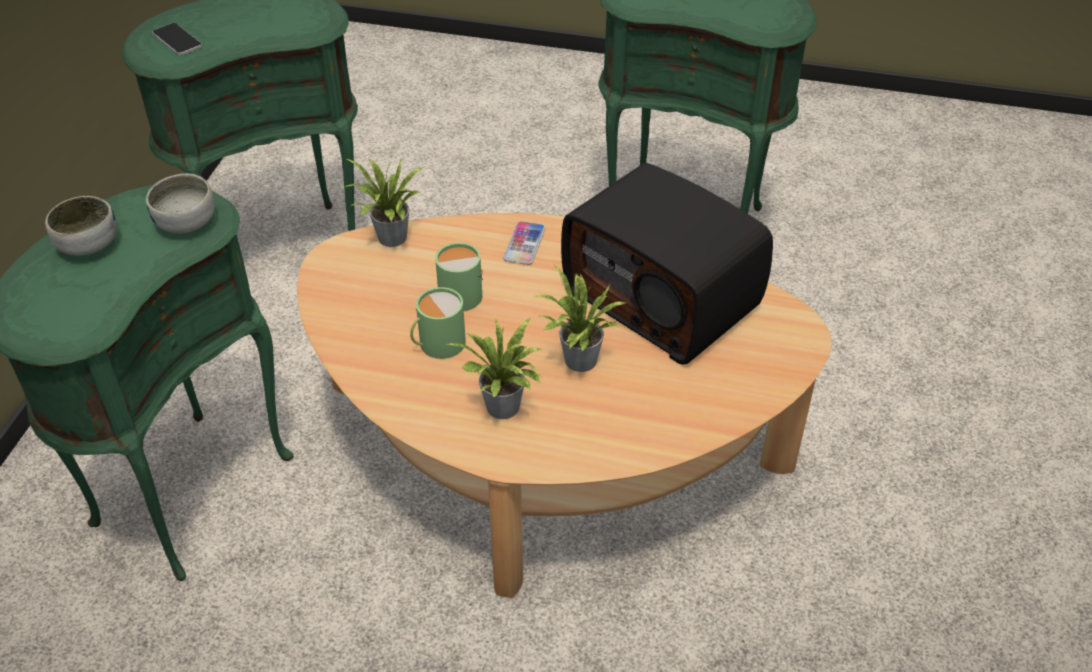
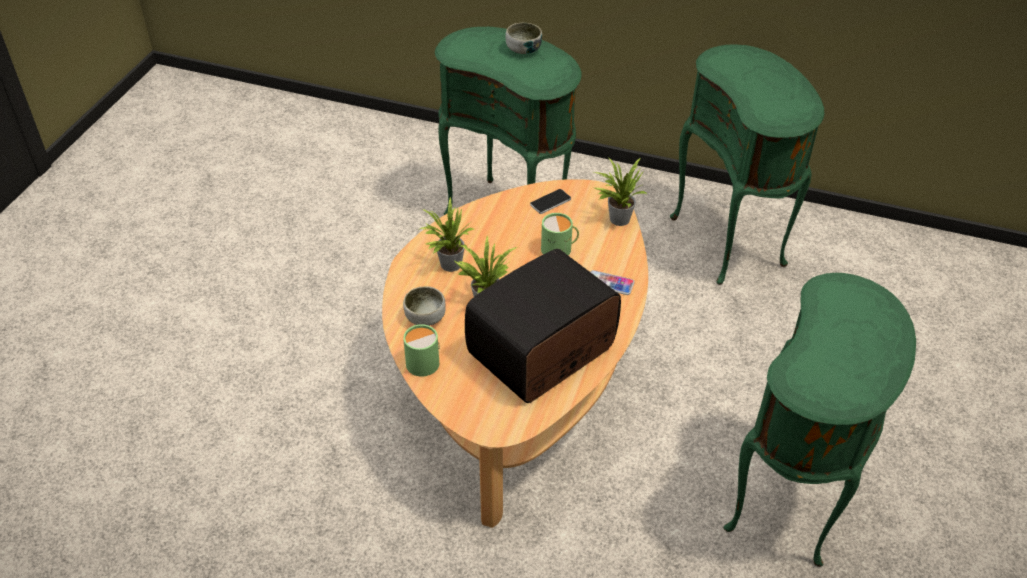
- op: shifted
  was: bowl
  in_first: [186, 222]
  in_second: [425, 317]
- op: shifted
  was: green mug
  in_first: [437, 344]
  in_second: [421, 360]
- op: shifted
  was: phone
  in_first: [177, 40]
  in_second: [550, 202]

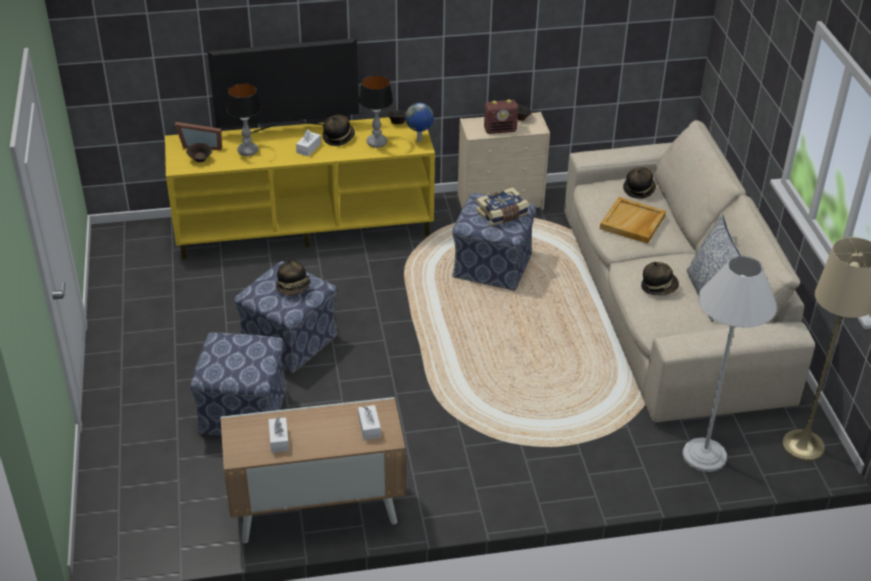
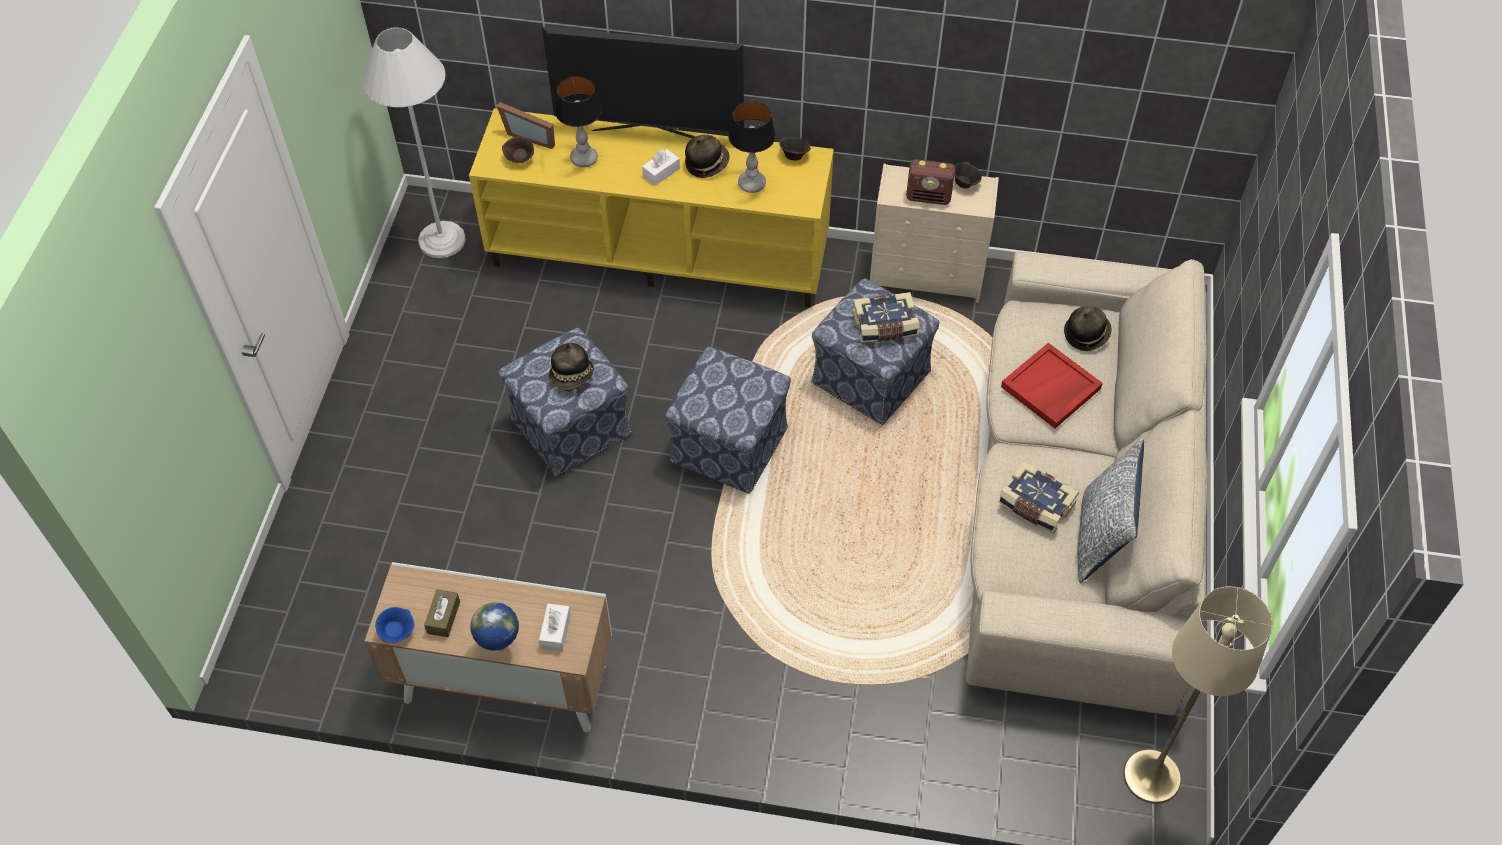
- op: shifted
  was: white floor lamp
  in_first: [704, 455]
  in_second: [442, 240]
- op: new
  now: blue bowl
  in_second: [397, 632]
- op: repainted
  was: white tissue box
  now: brown tissue box
  in_first: [279, 439]
  in_second: [443, 617]
- op: shifted
  was: globe
  in_first: [419, 140]
  in_second: [500, 648]
- op: shifted
  was: ottoman
  in_first: [243, 410]
  in_second: [729, 444]
- op: swapped
  was: hat
  now: book
  in_first: [659, 287]
  in_second: [1035, 505]
- op: repainted
  was: beige tray
  now: red tray
  in_first: [632, 223]
  in_second: [1050, 388]

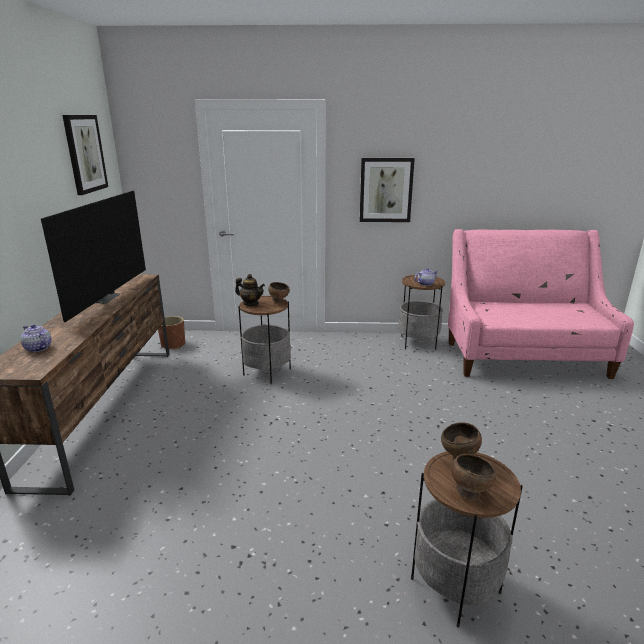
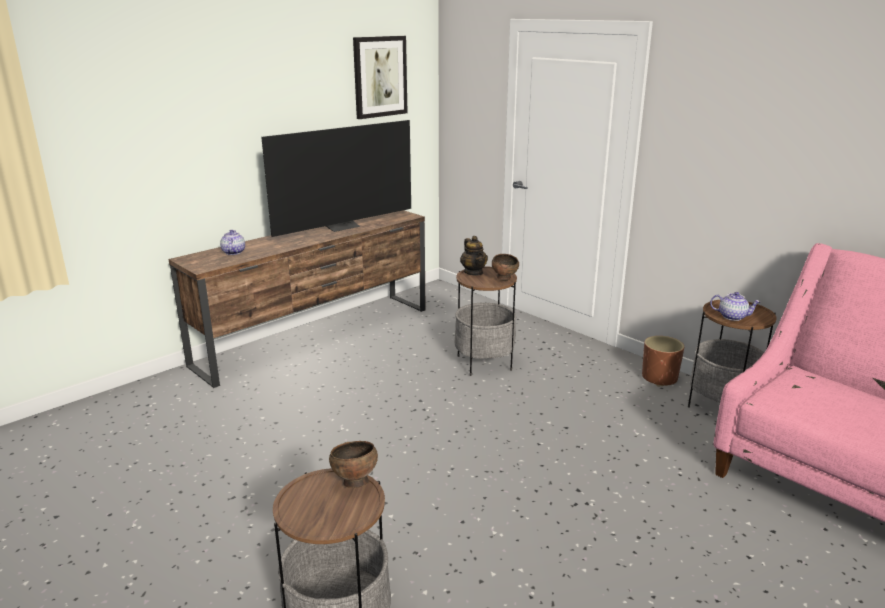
- op: shifted
  was: brown planter
  in_first: [173, 345]
  in_second: [659, 378]
- op: gone
  was: picture
  in_first: [386, 190]
- op: gone
  was: brown bowl
  in_first: [469, 492]

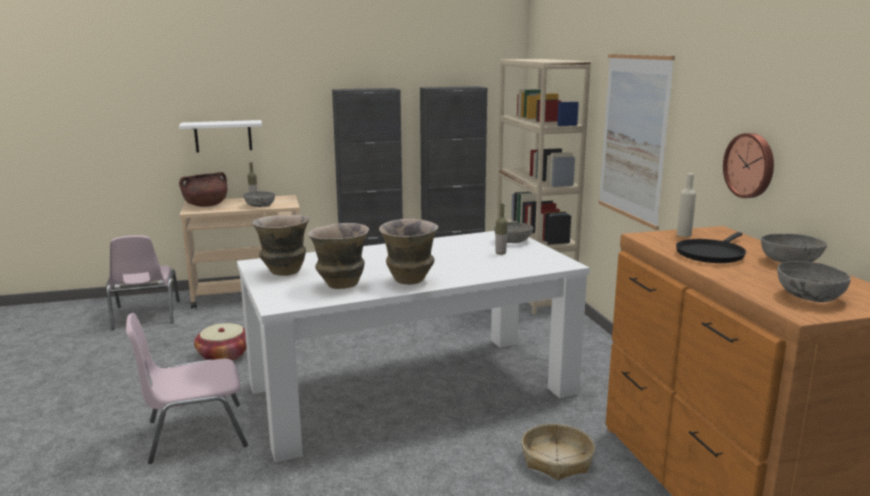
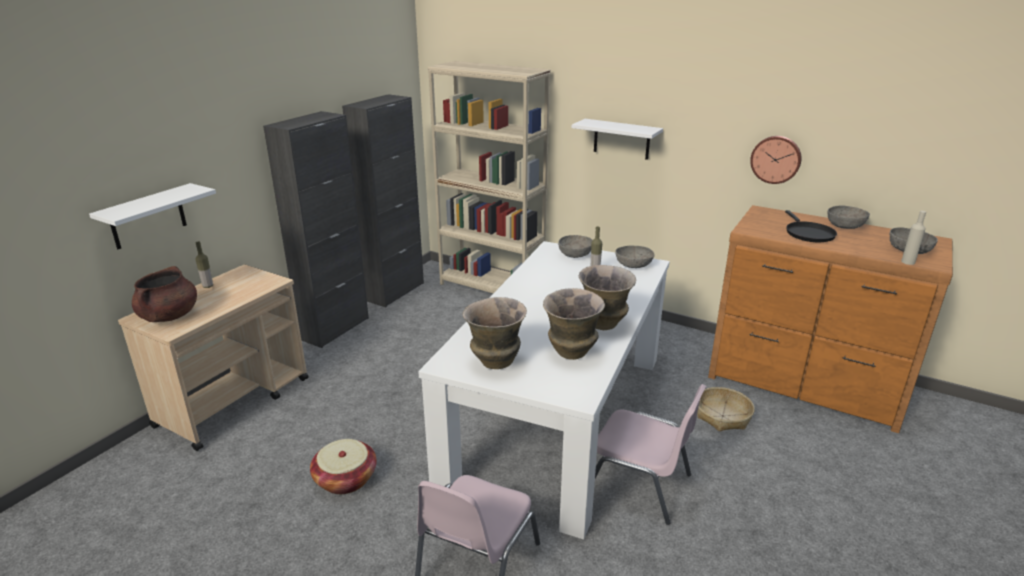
- op: swapped
  was: picture
  now: white shelf
  in_first: [633, 137]
  in_second: [621, 139]
- op: shifted
  was: pink chair
  in_first: [145, 315]
  in_second: [640, 485]
- op: shifted
  was: grey bowl
  in_first: [260, 206]
  in_second: [633, 265]
- op: shifted
  was: beige bottle
  in_first: [684, 234]
  in_second: [908, 262]

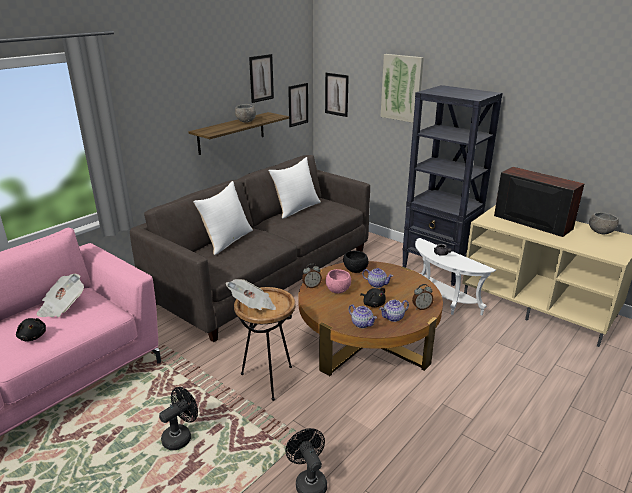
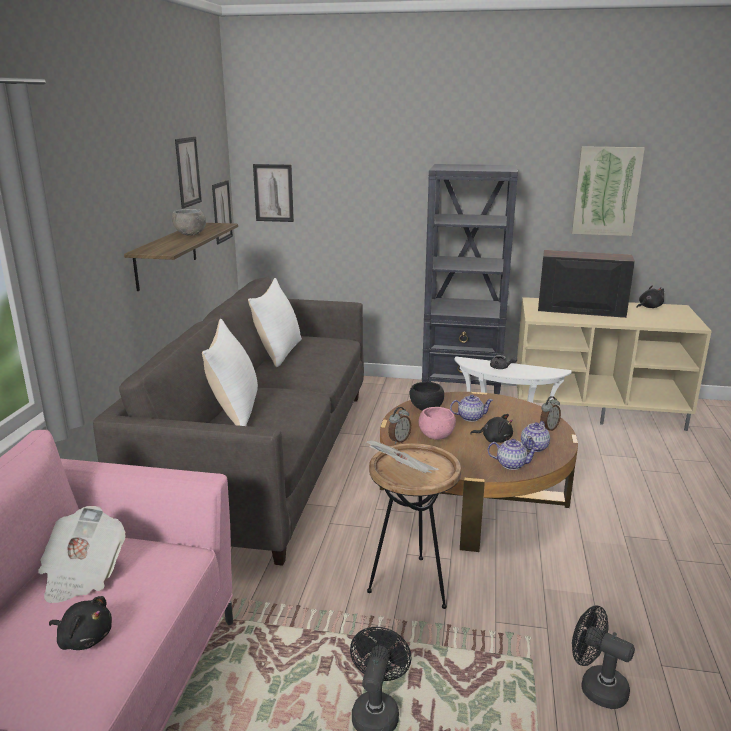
- op: shifted
  was: picture
  in_first: [402, 88]
  in_second: [606, 191]
- op: swapped
  was: grey bowl
  now: black plush toy
  in_first: [600, 232]
  in_second: [649, 307]

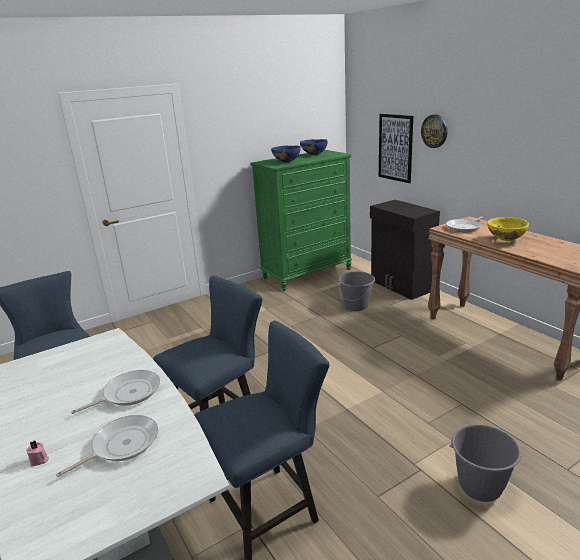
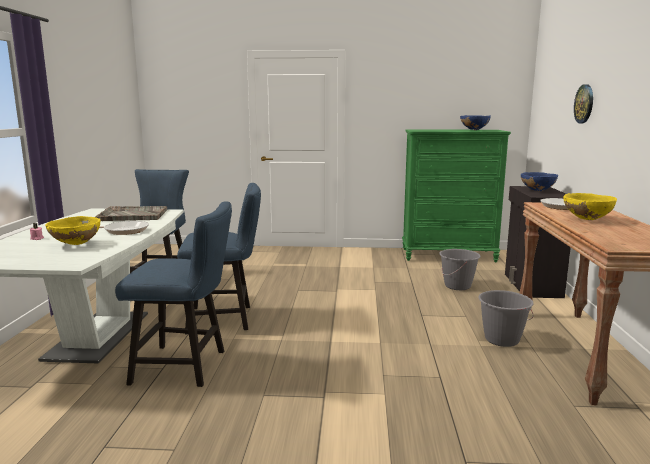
- op: swapped
  was: frying pan
  now: yellow bowl
  in_first: [122, 445]
  in_second: [76, 244]
- op: new
  now: grey tray
  in_second: [132, 215]
- op: shifted
  was: grey bucket
  in_first: [480, 487]
  in_second: [501, 340]
- op: shifted
  was: blue bowl
  in_first: [286, 162]
  in_second: [537, 191]
- op: gone
  was: picture
  in_first: [395, 148]

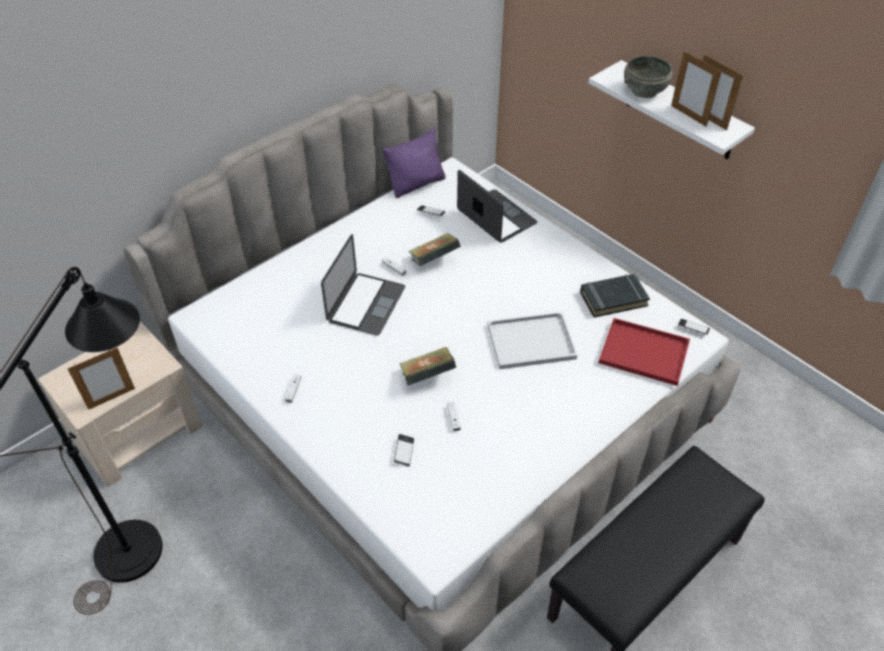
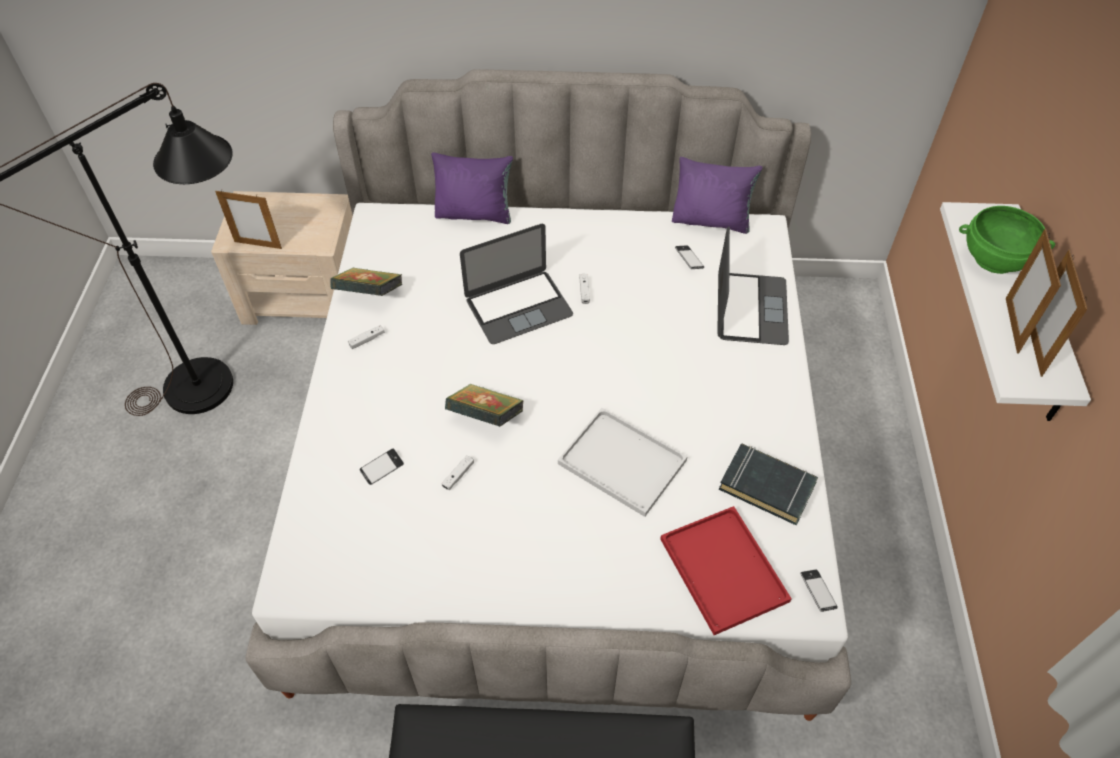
- op: shifted
  was: book
  in_first: [434, 260]
  in_second: [369, 295]
- op: new
  now: purple pillow
  in_second: [475, 213]
- op: repainted
  was: grey bowl
  now: green bowl
  in_first: [644, 91]
  in_second: [994, 260]

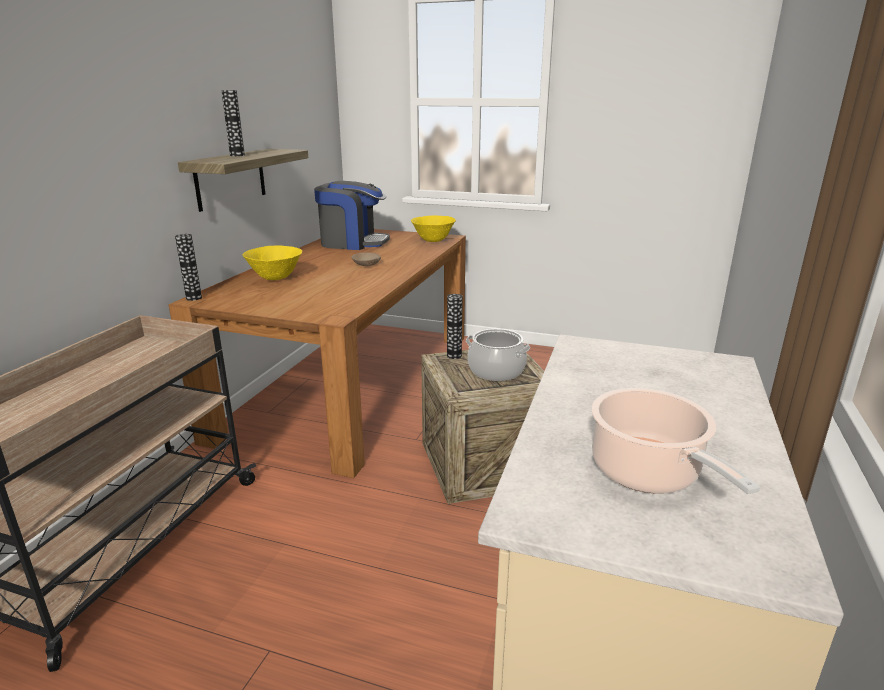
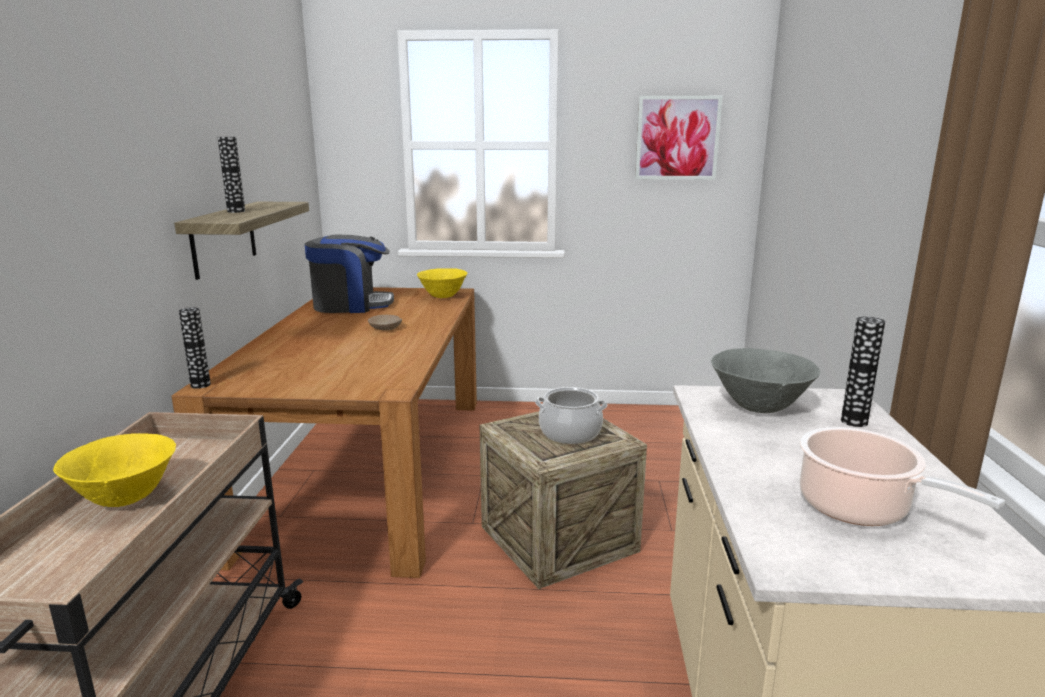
- op: shifted
  was: yellow bowl
  in_first: [276, 278]
  in_second: [126, 499]
- op: new
  now: picture
  in_second: [677, 138]
- op: new
  now: grey bowl
  in_second: [760, 408]
- op: shifted
  was: vase
  in_first: [454, 356]
  in_second: [854, 421]

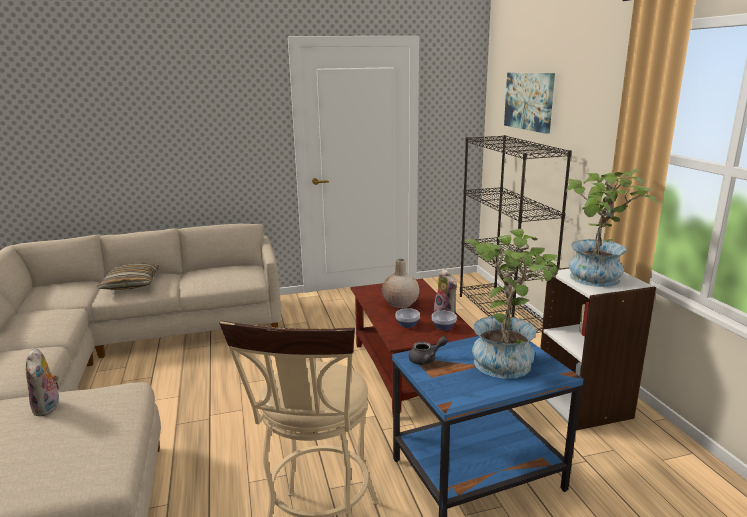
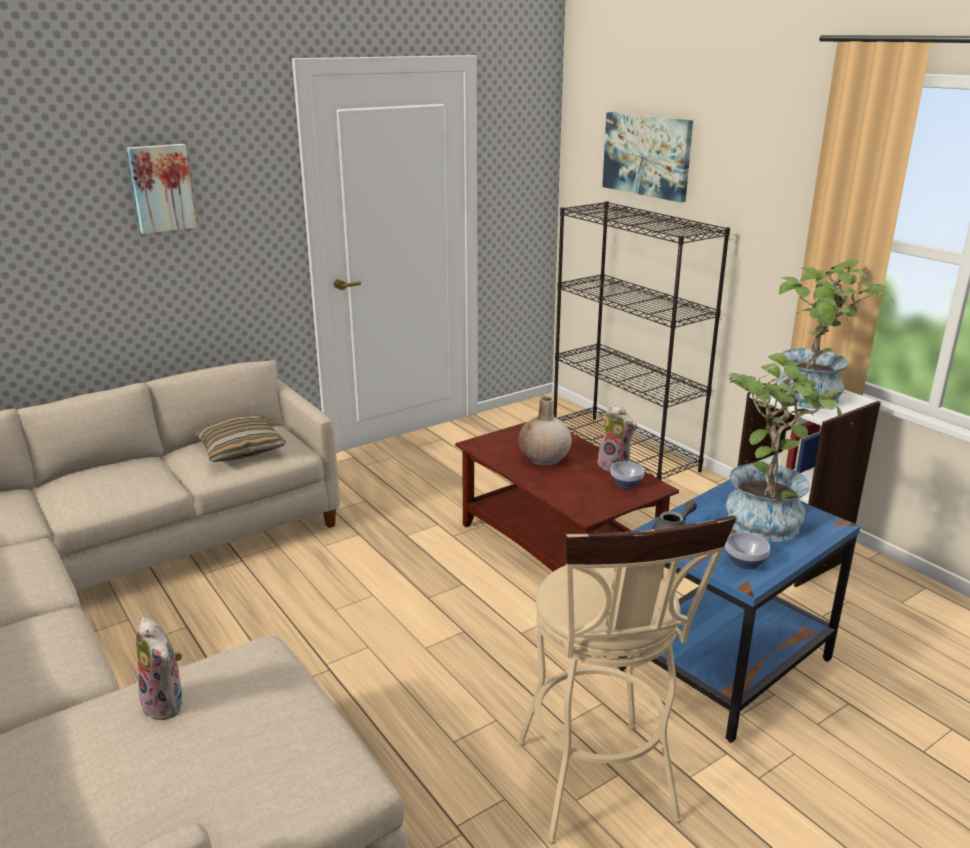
- op: new
  now: picture
  in_second: [161, 188]
- op: shifted
  was: pillow
  in_first: [131, 284]
  in_second: [240, 449]
- op: shifted
  was: bowl
  in_first: [407, 325]
  in_second: [745, 563]

